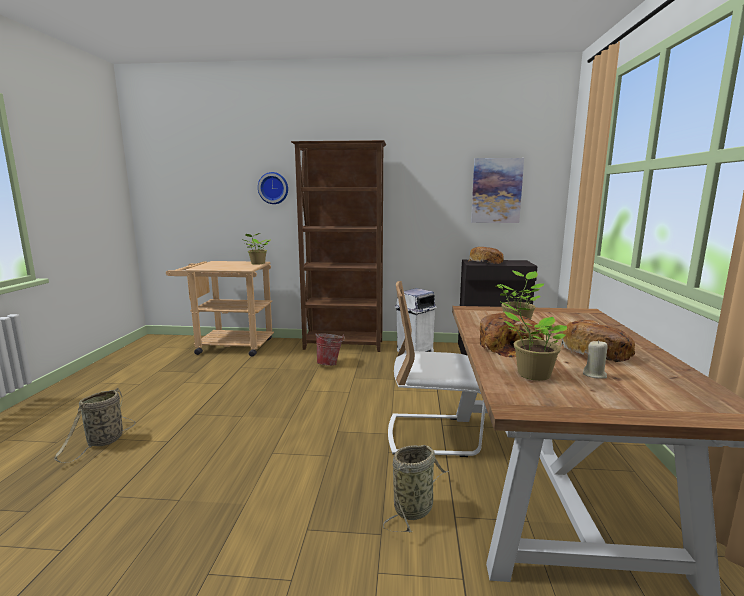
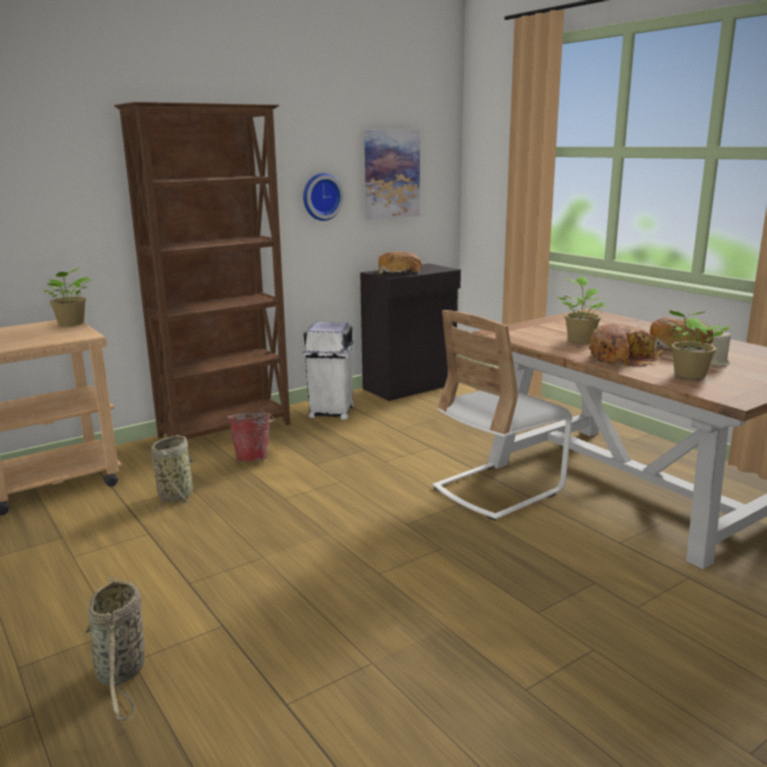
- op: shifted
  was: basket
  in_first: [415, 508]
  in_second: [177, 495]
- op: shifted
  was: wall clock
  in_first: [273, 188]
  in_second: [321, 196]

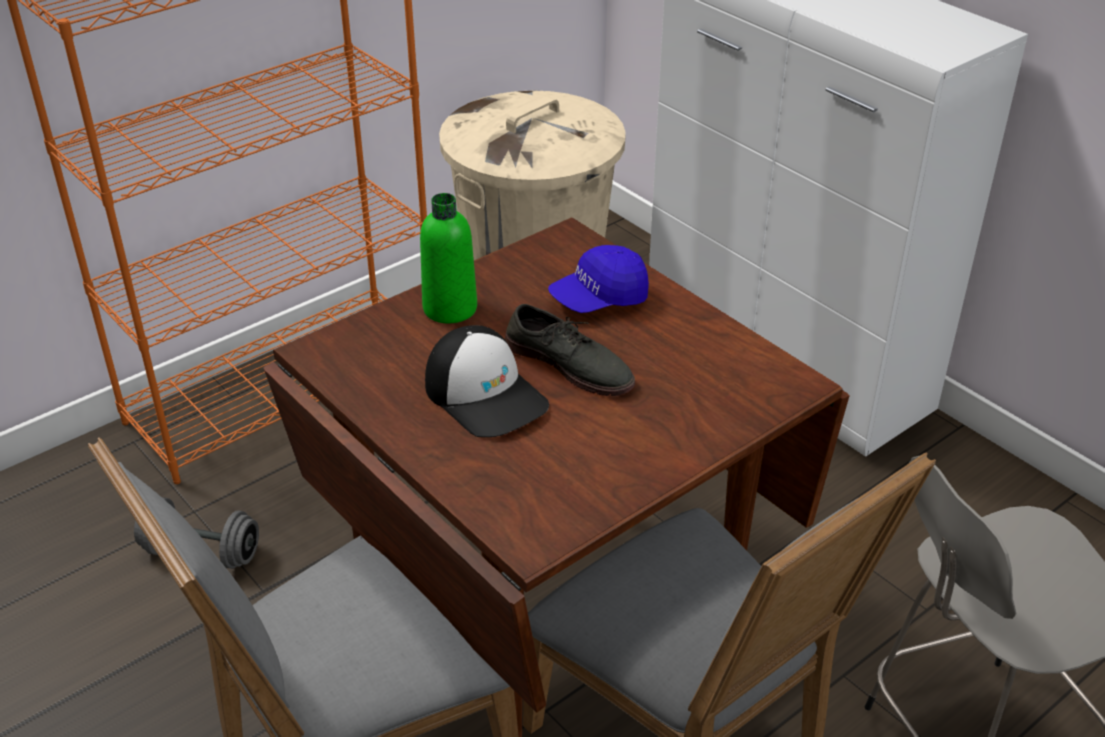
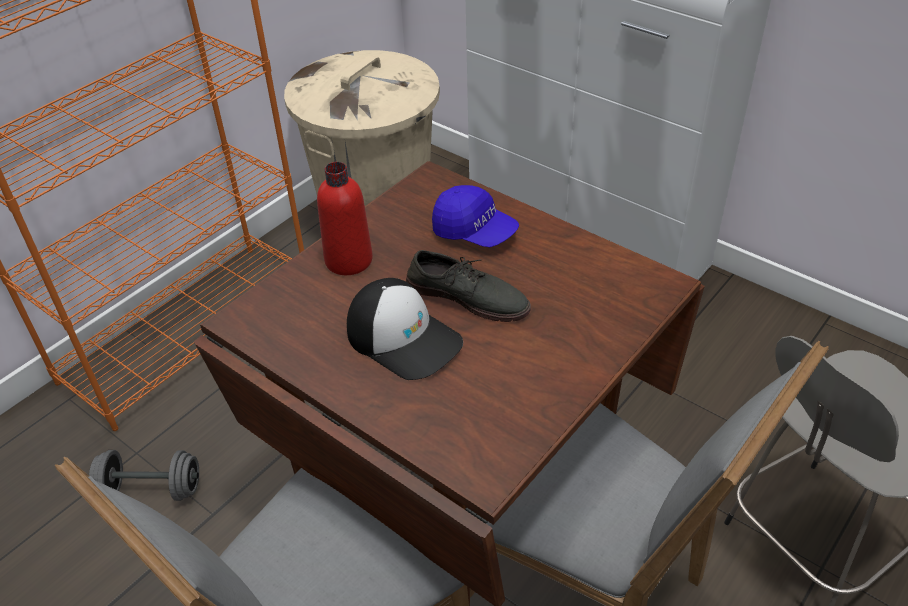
- op: repainted
  was: green bottle
  now: red bottle
  in_first: [450, 308]
  in_second: [348, 260]
- op: rotated
  was: blue cap
  in_first: [599, 299]
  in_second: [474, 232]
  clockwise: -105

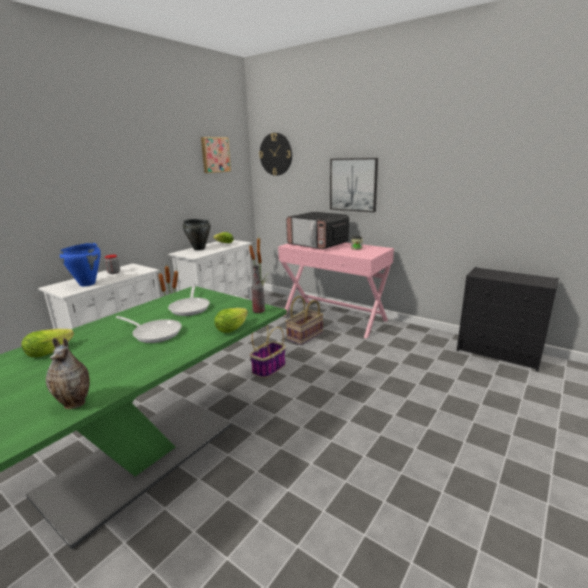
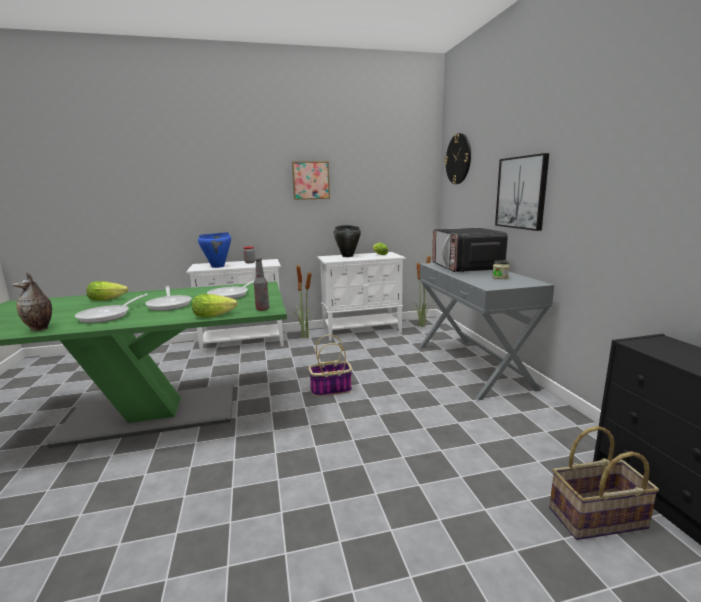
- op: new
  now: frying pan
  in_second: [108, 315]
- op: shifted
  was: picture
  in_first: [215, 155]
  in_second: [310, 180]
- op: repainted
  was: pink console table
  now: grey console table
  in_first: [334, 317]
  in_second: [472, 366]
- op: shifted
  was: basket
  in_first: [305, 336]
  in_second: [597, 519]

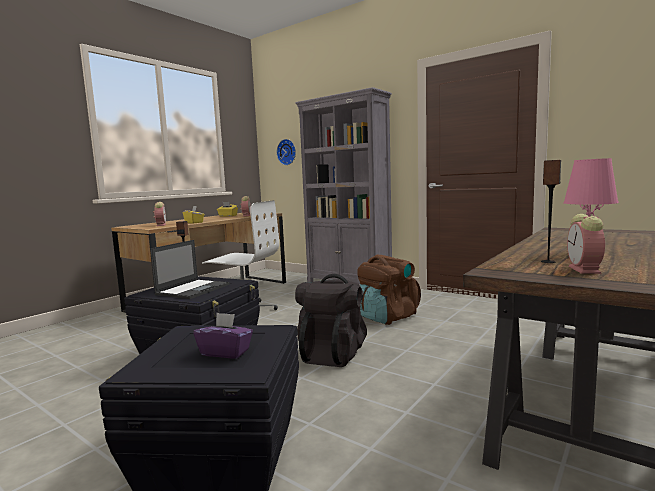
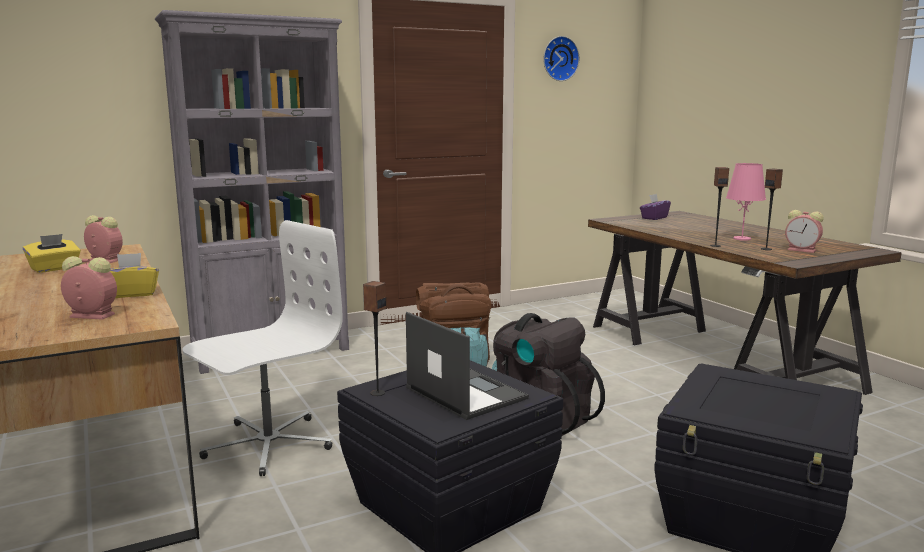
- op: shifted
  was: wall clock
  in_first: [287, 152]
  in_second: [559, 58]
- op: shifted
  was: purple tissue box
  in_first: [225, 352]
  in_second: [654, 218]
- op: new
  now: speaker
  in_second: [715, 245]

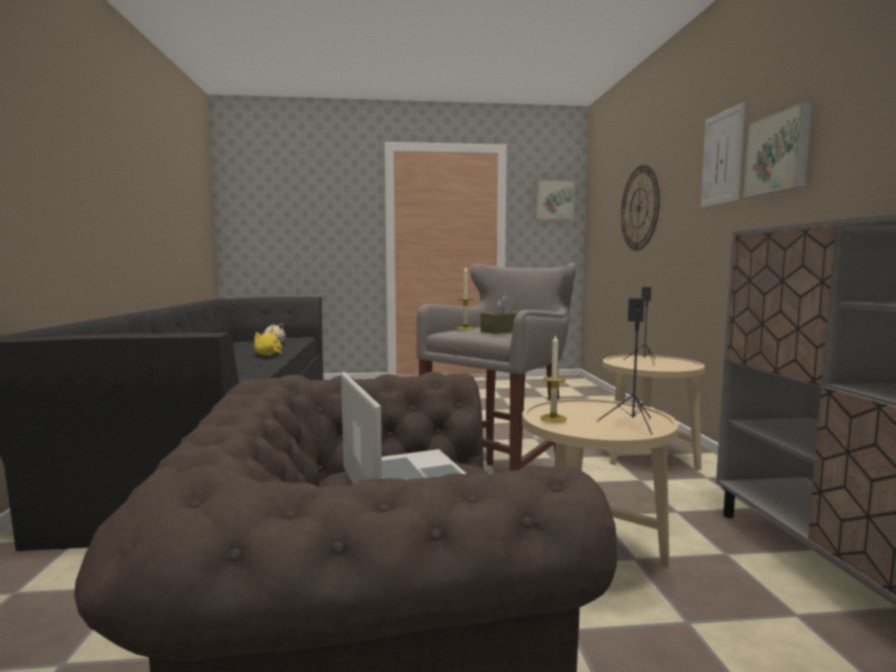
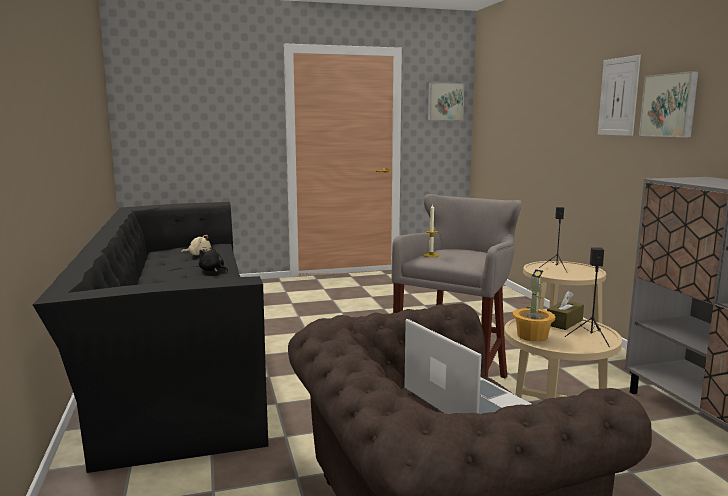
- op: repainted
  was: yellow plush toy
  now: black plush toy
  in_first: [268, 355]
  in_second: [212, 270]
- op: swapped
  was: candle
  now: potted plant
  in_first: [553, 418]
  in_second: [532, 336]
- op: shifted
  was: brown tissue box
  in_first: [503, 331]
  in_second: [564, 322]
- op: gone
  was: wall clock
  in_first: [639, 208]

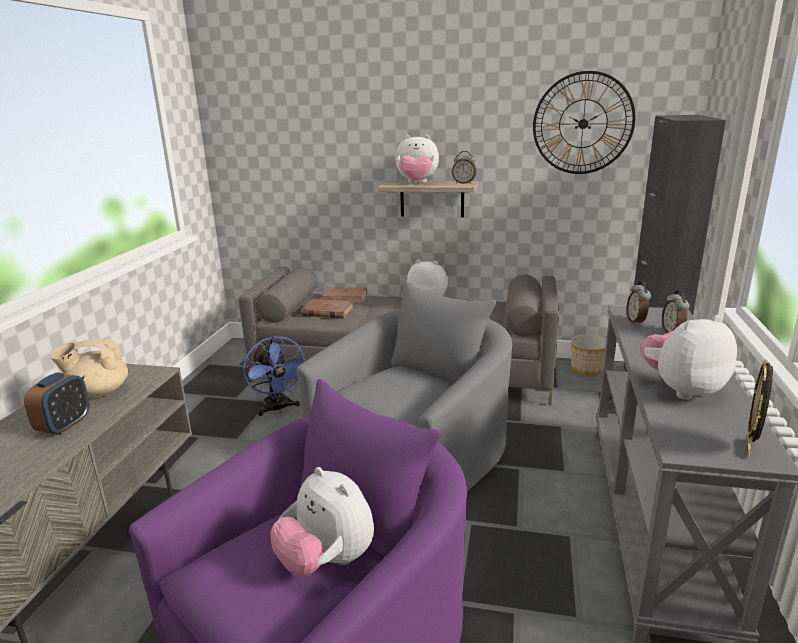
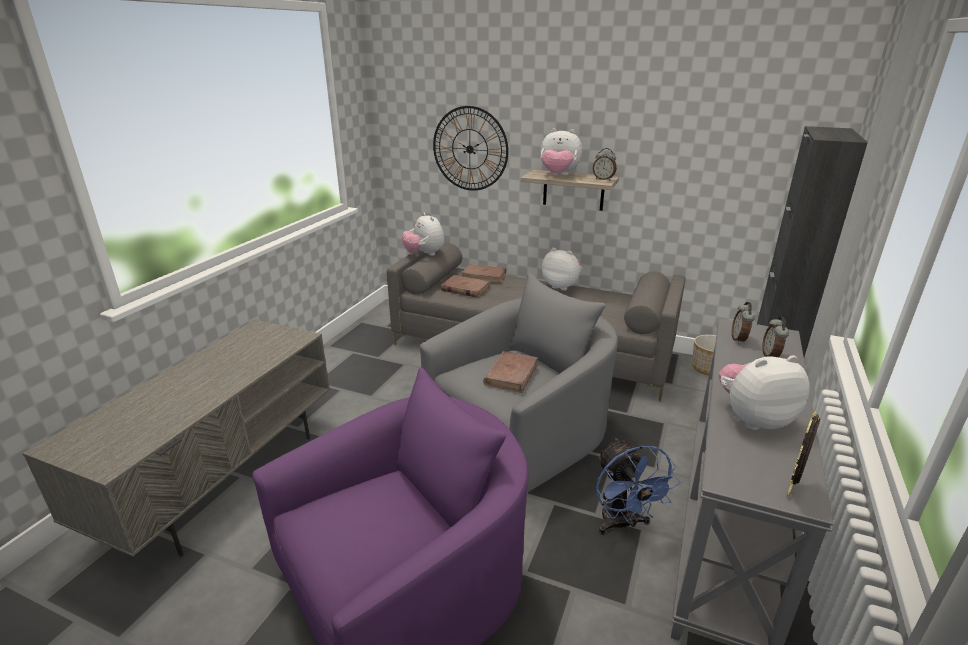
- op: shifted
  was: plush toy
  in_first: [326, 561]
  in_second: [424, 254]
- op: shifted
  was: wall clock
  in_first: [583, 123]
  in_second: [470, 149]
- op: new
  now: brown book
  in_second: [511, 374]
- op: shifted
  was: blue fan
  in_first: [278, 409]
  in_second: [622, 524]
- op: gone
  was: alarm clock
  in_first: [65, 426]
- op: gone
  was: beige teapot
  in_first: [99, 392]

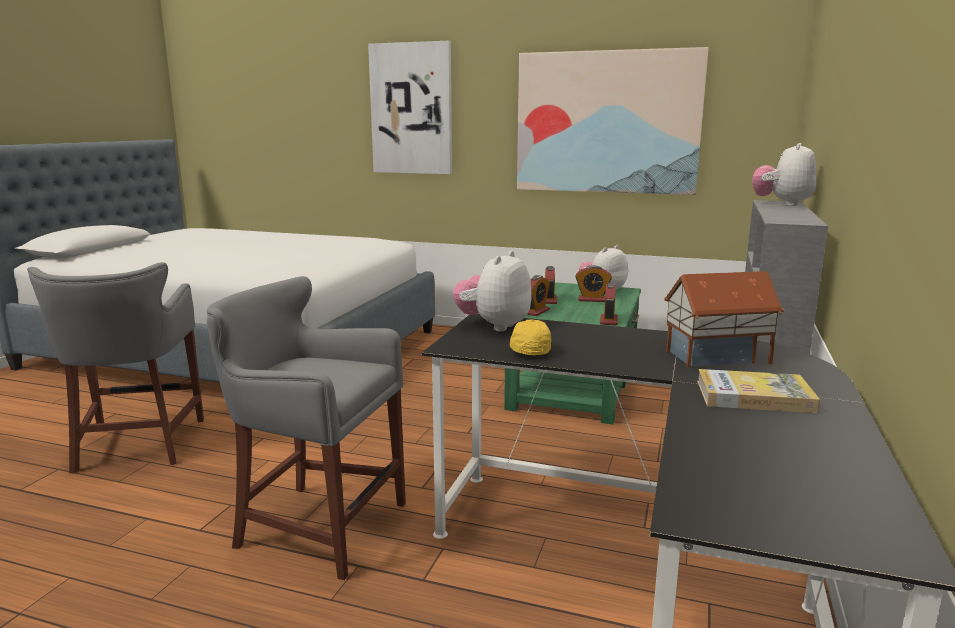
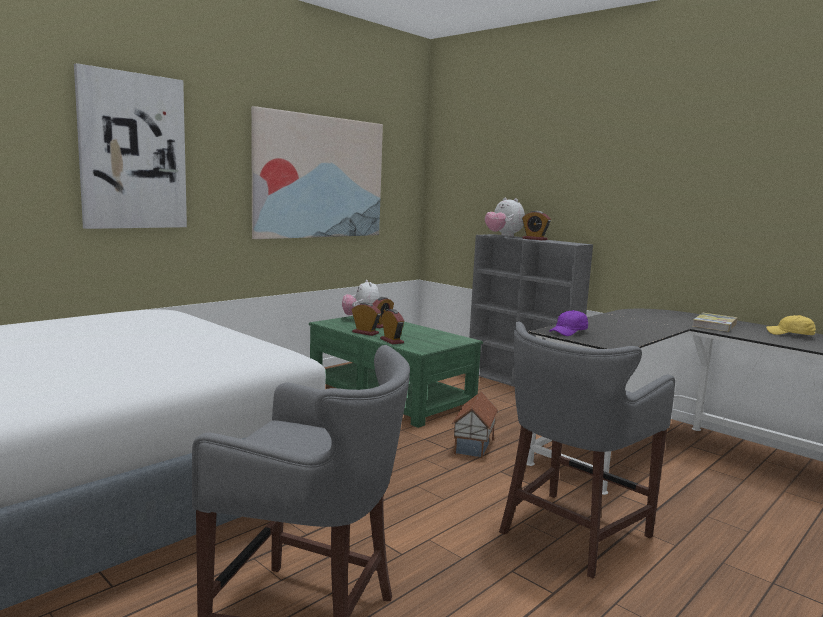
- op: shifted
  was: toy house
  in_first: [718, 357]
  in_second: [475, 446]
- op: shifted
  was: alarm clock
  in_first: [608, 320]
  in_second: [534, 239]
- op: swapped
  was: plush toy
  now: purple cap
  in_first: [494, 326]
  in_second: [569, 332]
- op: shifted
  was: yellow cap
  in_first: [530, 349]
  in_second: [790, 335]

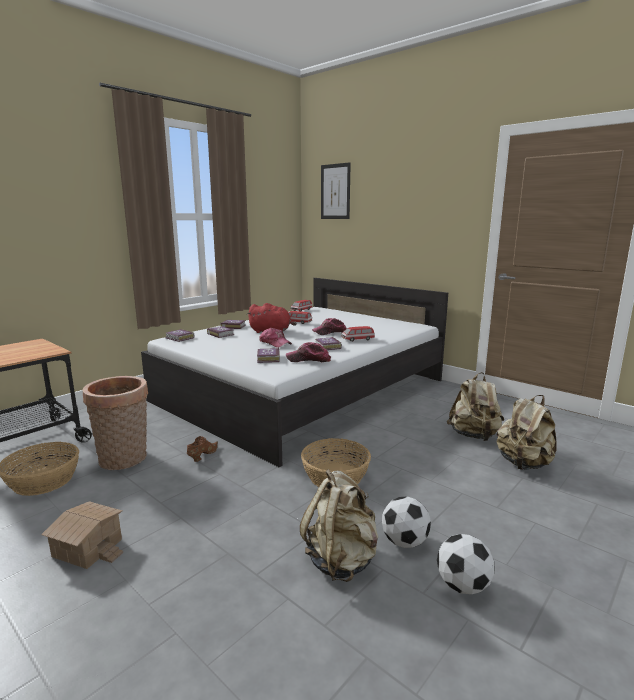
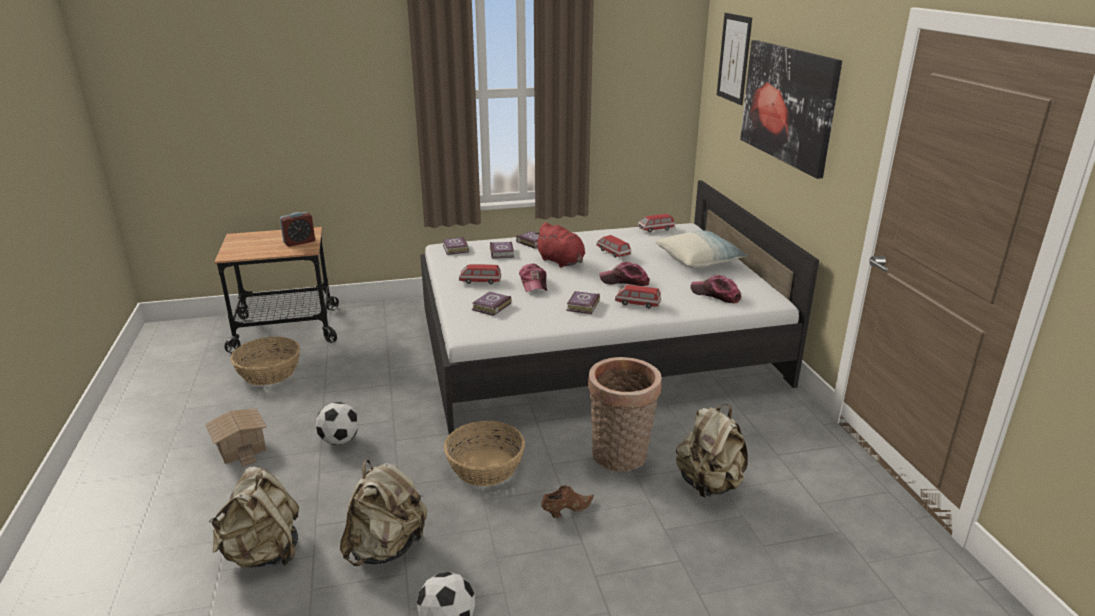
- op: shifted
  was: beige backpack
  in_first: [523, 464]
  in_second: [264, 553]
- op: new
  now: alarm clock
  in_second: [299, 242]
- op: shifted
  was: football
  in_first: [404, 542]
  in_second: [340, 440]
- op: new
  now: toy car
  in_second: [480, 281]
- op: shifted
  was: brown shoe
  in_first: [202, 456]
  in_second: [565, 510]
- op: shifted
  was: basket
  in_first: [124, 460]
  in_second: [620, 458]
- op: new
  now: pillow
  in_second: [699, 260]
- op: shifted
  was: cap
  in_first: [308, 359]
  in_second: [715, 295]
- op: new
  now: picture
  in_second: [787, 104]

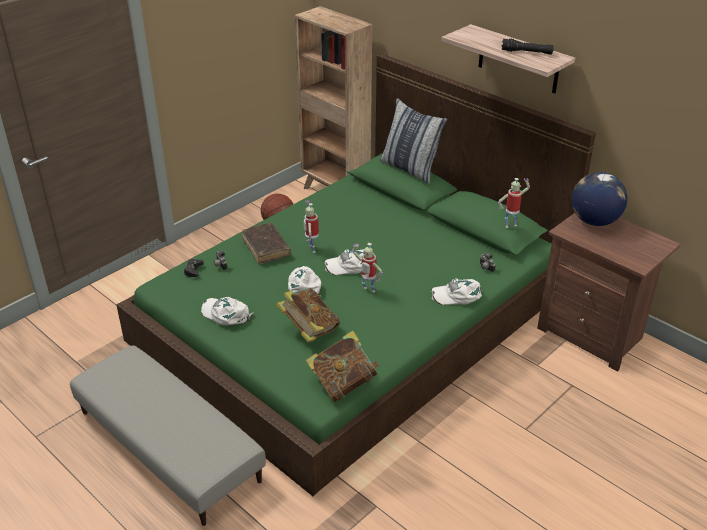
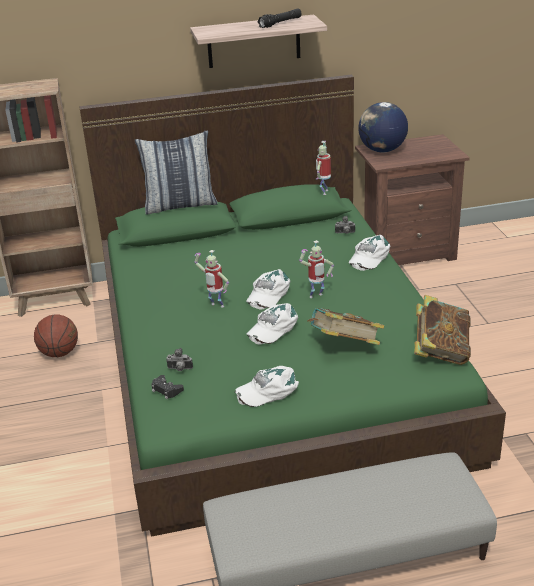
- op: rotated
  was: white cap
  in_first: [304, 285]
  in_second: [272, 328]
  clockwise: -75
- op: gone
  was: brown book
  in_first: [266, 248]

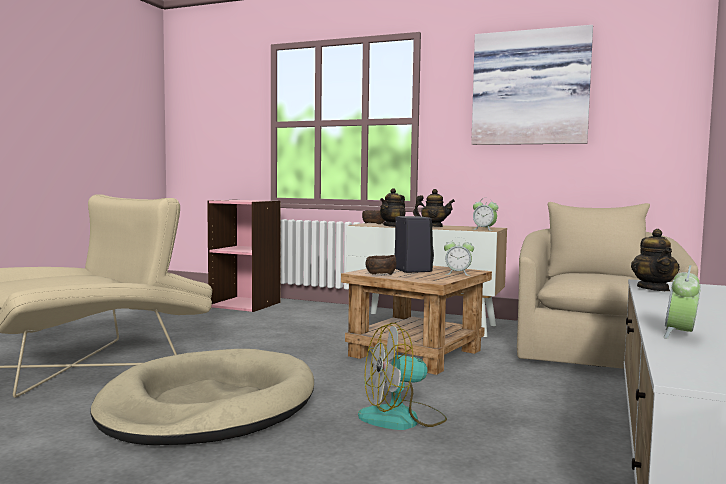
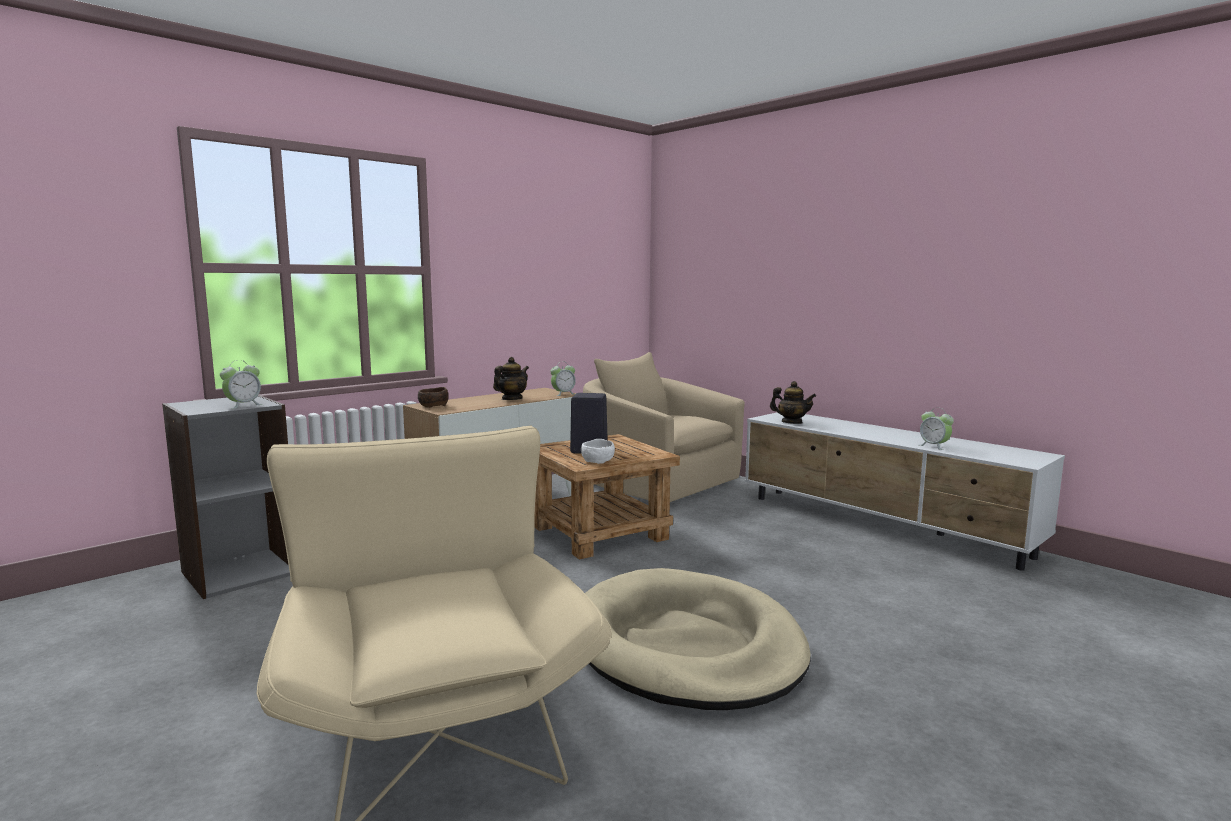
- op: repainted
  was: pink bookcase
  now: grey bookcase
  in_first: [245, 304]
  in_second: [239, 572]
- op: shifted
  was: alarm clock
  in_first: [458, 274]
  in_second: [243, 405]
- op: repainted
  was: brown bowl
  now: white bowl
  in_first: [380, 273]
  in_second: [598, 461]
- op: gone
  was: fan
  in_first: [402, 418]
- op: gone
  was: teapot
  in_first: [392, 226]
- op: gone
  was: picture
  in_first: [530, 88]

